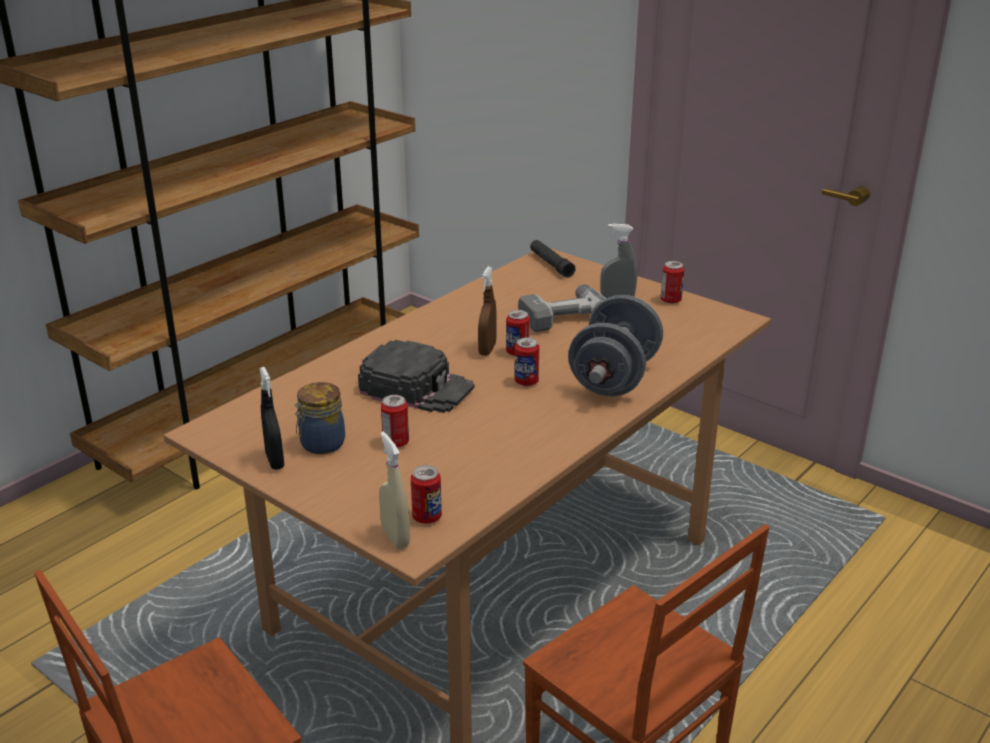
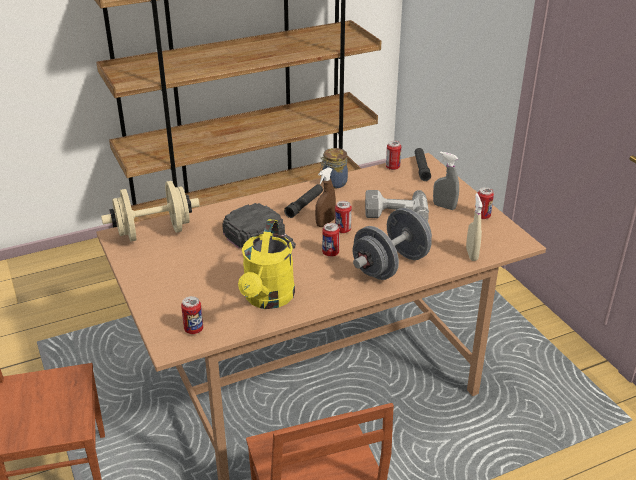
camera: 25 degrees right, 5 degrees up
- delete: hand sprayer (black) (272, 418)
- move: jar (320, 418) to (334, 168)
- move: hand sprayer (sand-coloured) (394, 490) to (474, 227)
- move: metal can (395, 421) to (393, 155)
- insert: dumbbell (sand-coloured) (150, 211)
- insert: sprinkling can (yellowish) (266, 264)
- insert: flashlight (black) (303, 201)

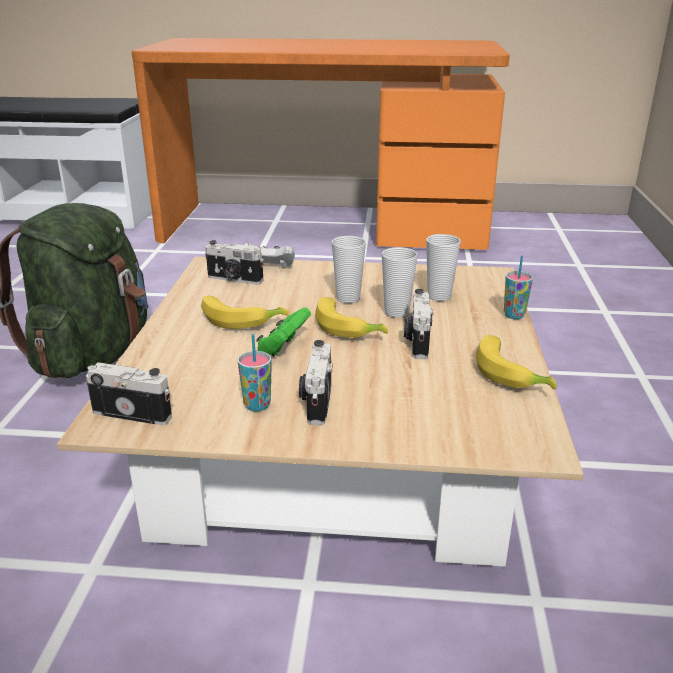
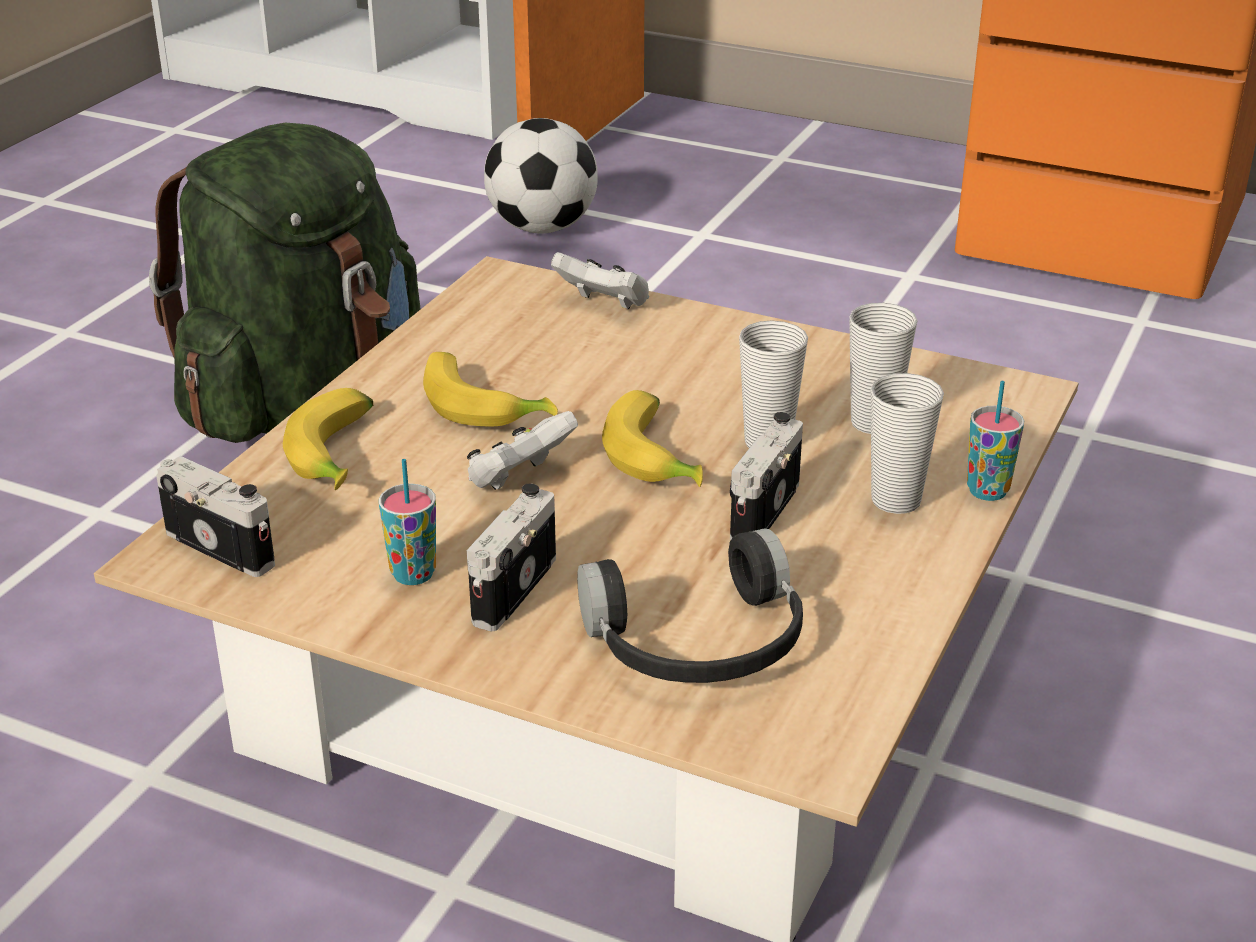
camera: 20 degrees right, 5 degrees up
- delete: photo camera (234, 262)
- recolor: gamepad (greenish) (283, 331) to gamepad (white) (522, 450)
- move: drinking cup (349, 269) to (907, 443)
- move: banana fruit (516, 362) to (328, 439)
- insert: football (541, 176)
- insert: pair of headphones (black) (690, 605)

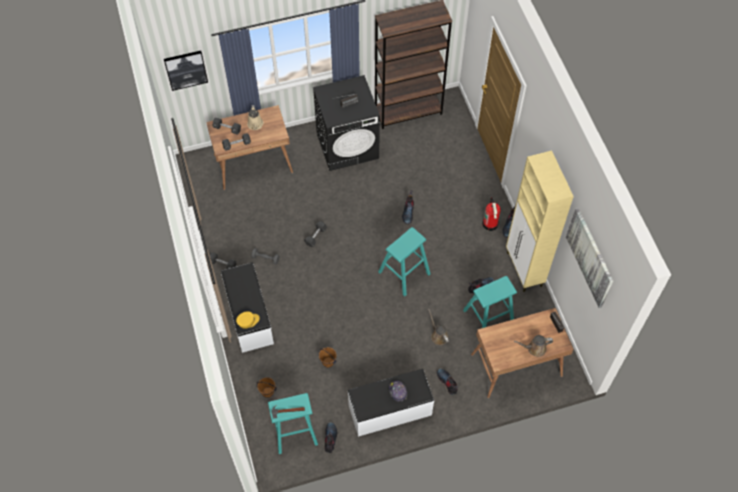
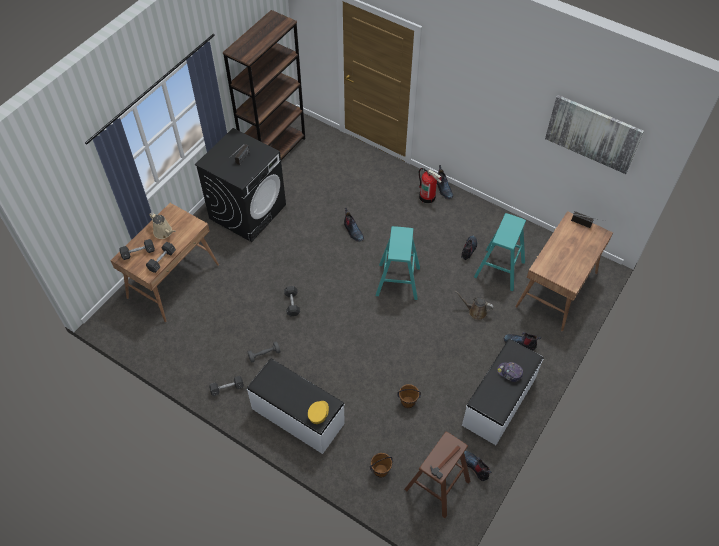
camera: 40 degrees left, 5 degrees down
- delete: wall art (186, 71)
- recolor: sitting stool (turquoise) (293, 423) to sitting stool (brown-coloured) (437, 475)
- delete: cabinet (sand-coloured) (540, 221)
- delete: sprinkling can (brown-coloured) (533, 346)

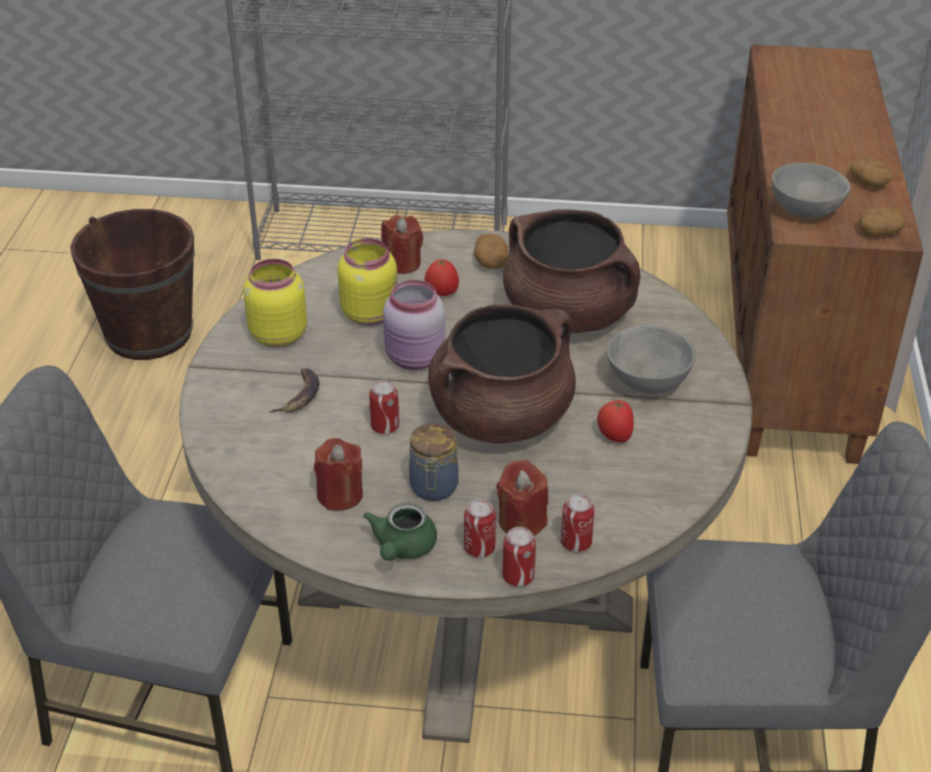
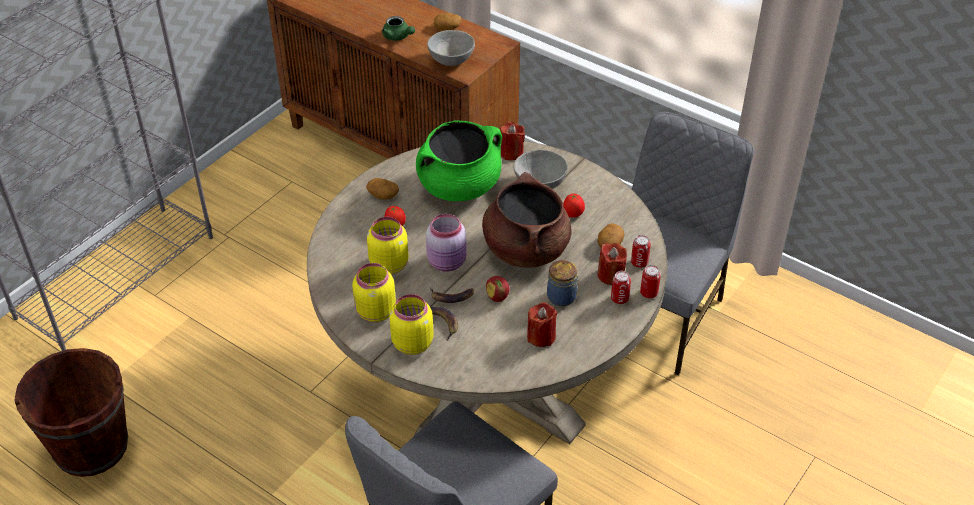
camera: 60 degrees left, 5 degrees up
- move: tea pot (greenish) (400, 532) to (398, 28)
- replace: metal can (384, 407) to whole apple (498, 289)
- move: candle (reddish) (402, 244) to (512, 141)
- recolor: cooking pot (brown-coloured) (571, 271) to cooking pot (greenish) (459, 161)
- move: potato (882, 221) to (610, 235)
- insert: jar (yellowish) (411, 324)
- insert: banana fruit (452, 295)

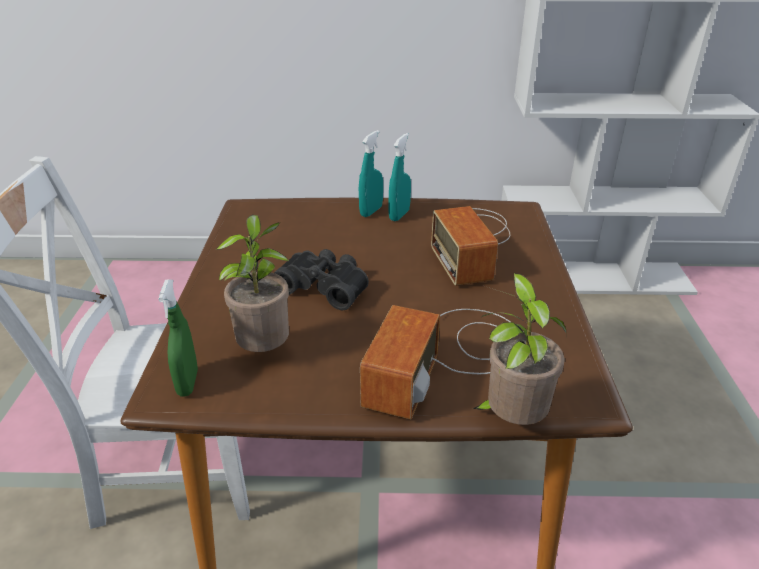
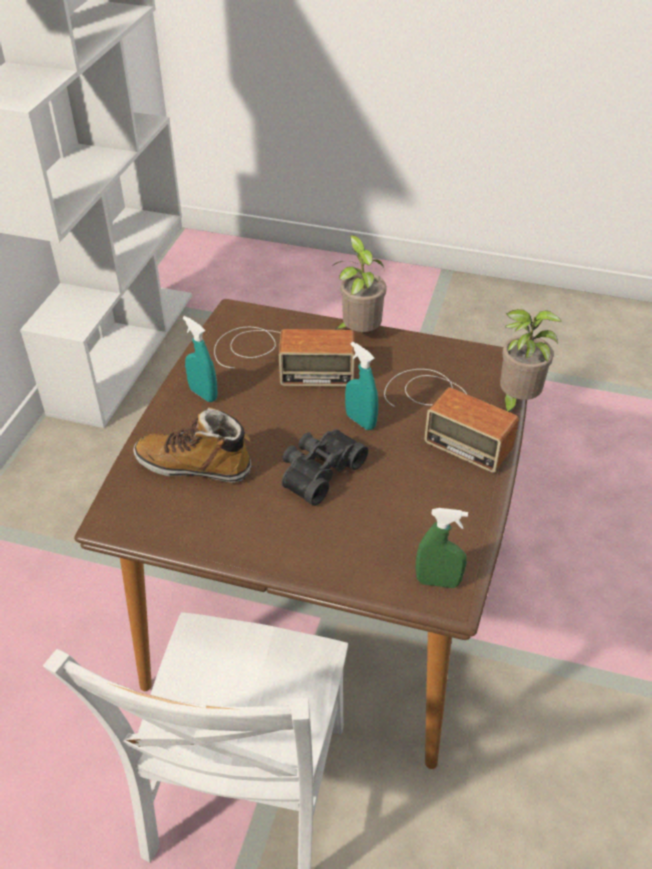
camera: 75 degrees left, 10 degrees up
- move: potted plant (253, 283) to (360, 283)
- move: hand sprayer (turquoise) (371, 173) to (361, 386)
- insert: tall boot (193, 445)

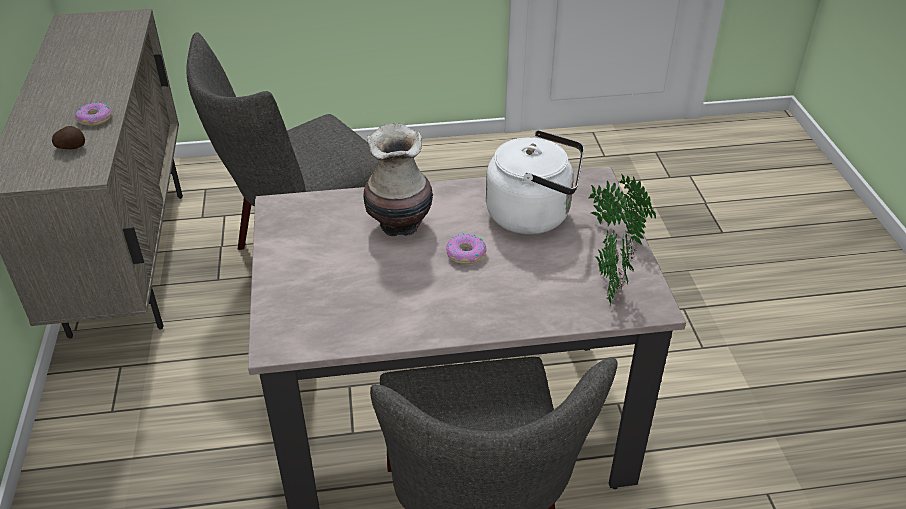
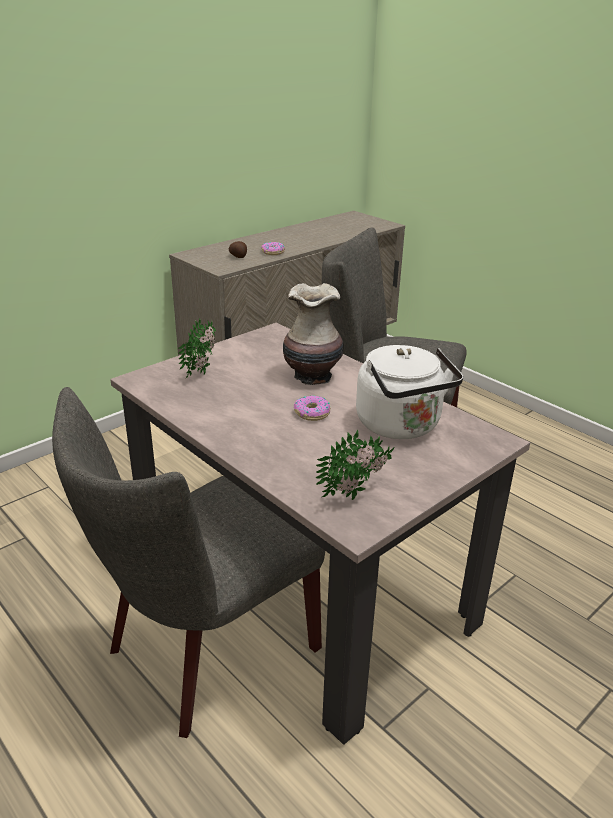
camera: 55 degrees right, 10 degrees down
- move: potted plant (622, 209) to (197, 348)

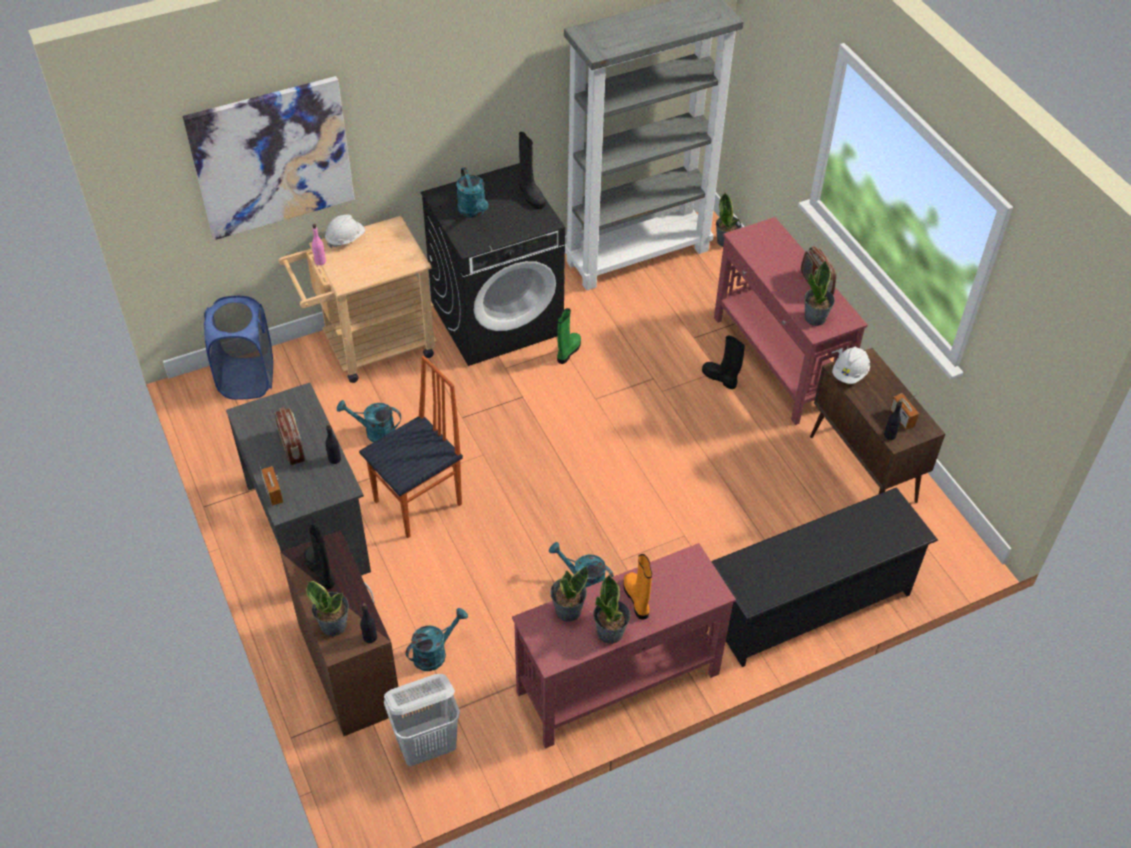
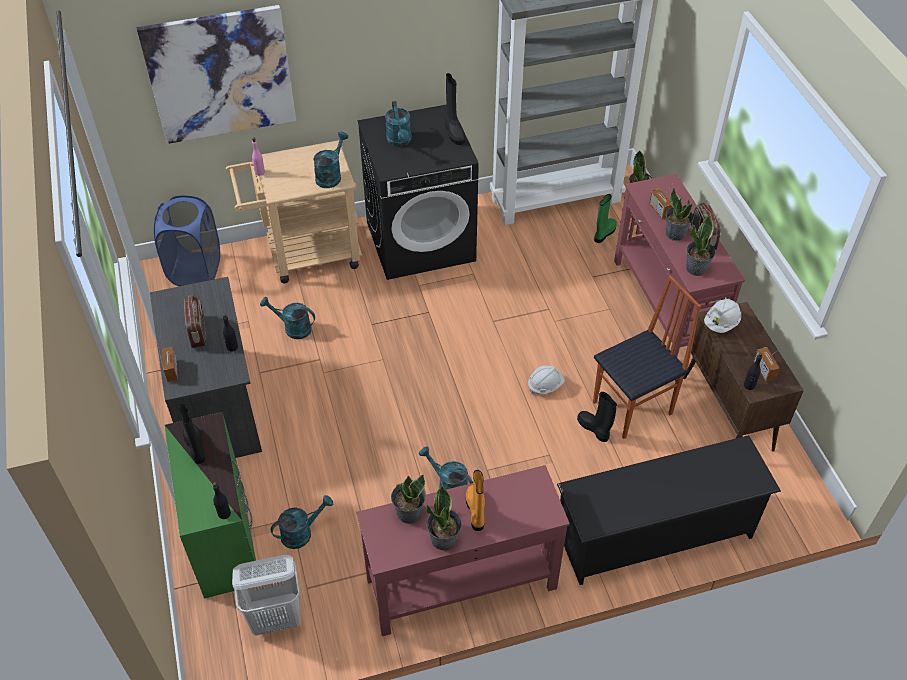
camera: 10 degrees right, 0 degrees up
- recolor: chest of drawers (brown-coloured) (340, 633) to chest of drawers (greenish) (210, 505)
- move: potted plant (327, 608) to (679, 214)
- move: safety helmet (white) (345, 231) to (546, 379)
- move: chair (411, 447) to (647, 357)
- move: tall boot (greenish) (569, 336) to (605, 218)
- move: tall boot (black) (723, 362) to (597, 417)
- insert: sprinkling can (turquoise) (330, 160)
- insert: radio (661, 201)

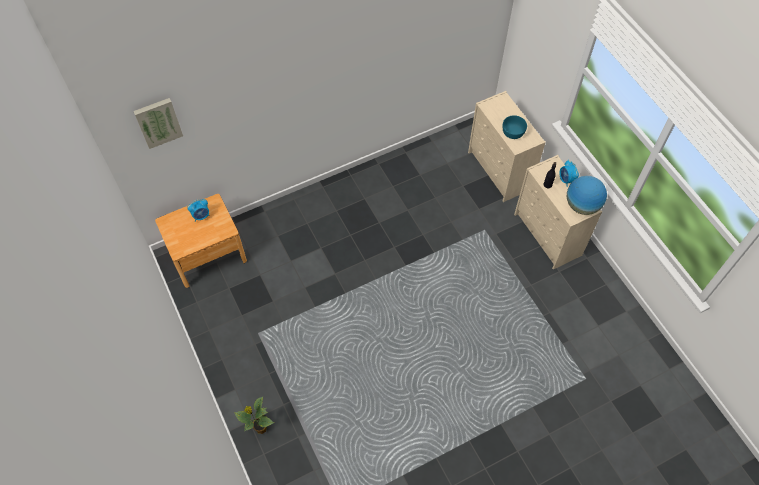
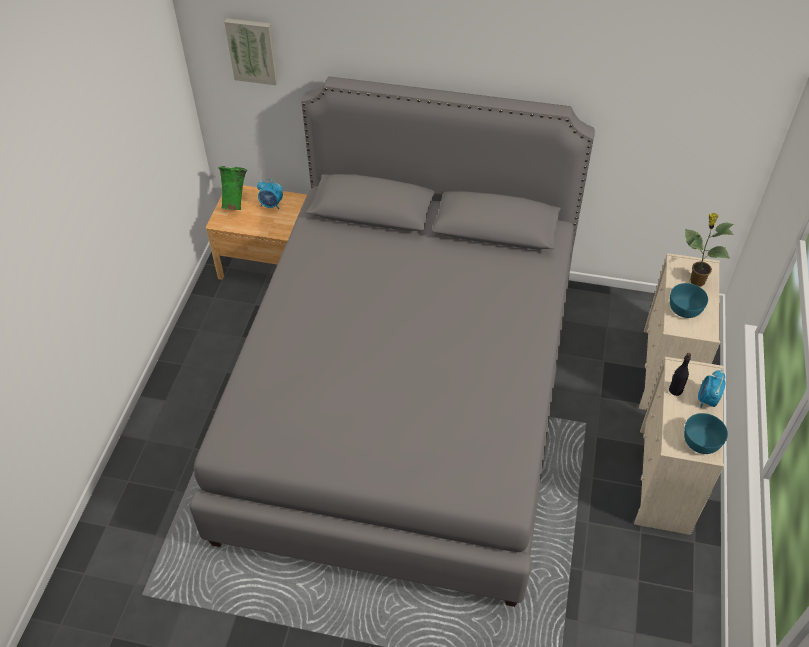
camera: 40 degrees right, 10 degrees down
- move: potted plant (254, 415) to (709, 250)
- replace: desk globe (587, 195) to serving bowl (turquoise) (706, 433)
- insert: bedroom bed (grey) (392, 342)
- insert: decorative vase (greenish) (233, 188)

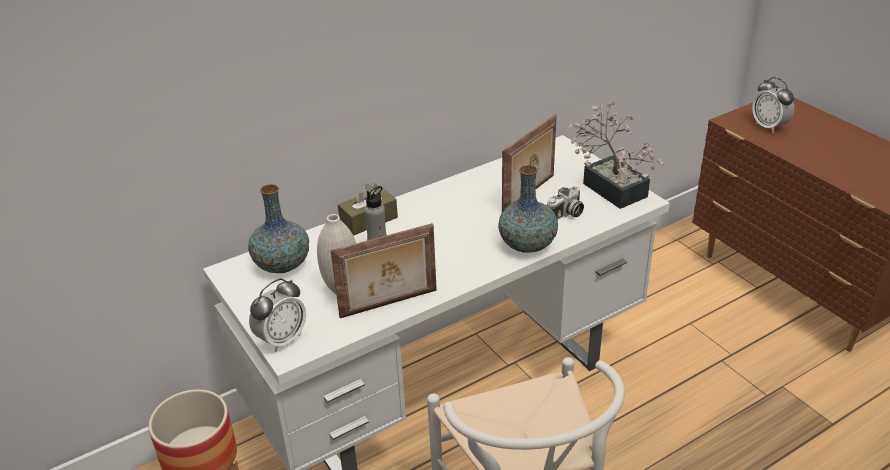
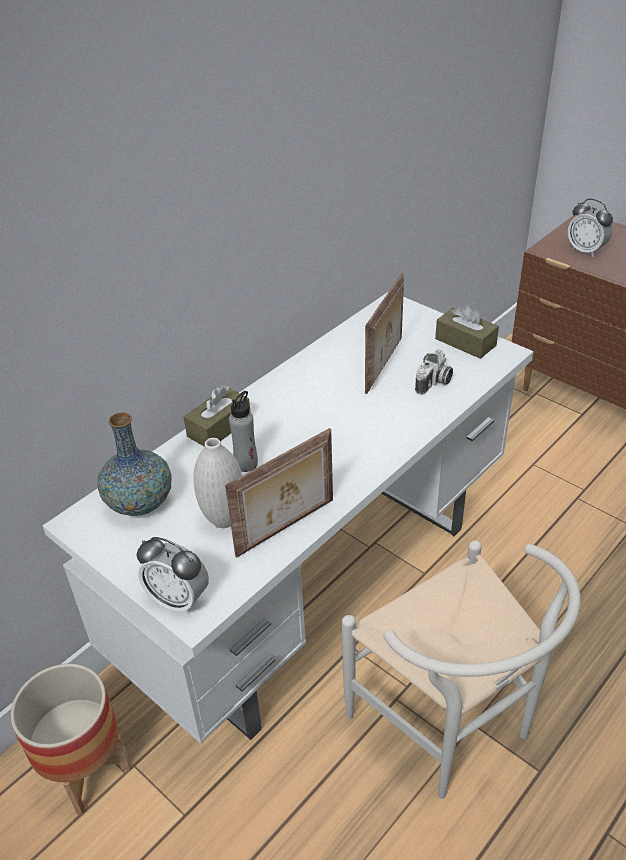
camera: 15 degrees left, 5 degrees up
- rotate: table clock (277, 315) = (173, 576) 90 degrees clockwise
- delete: decorative vase (528, 209)
- replace: potted plant (616, 155) to box of tissues (brown-coloured) (467, 331)

